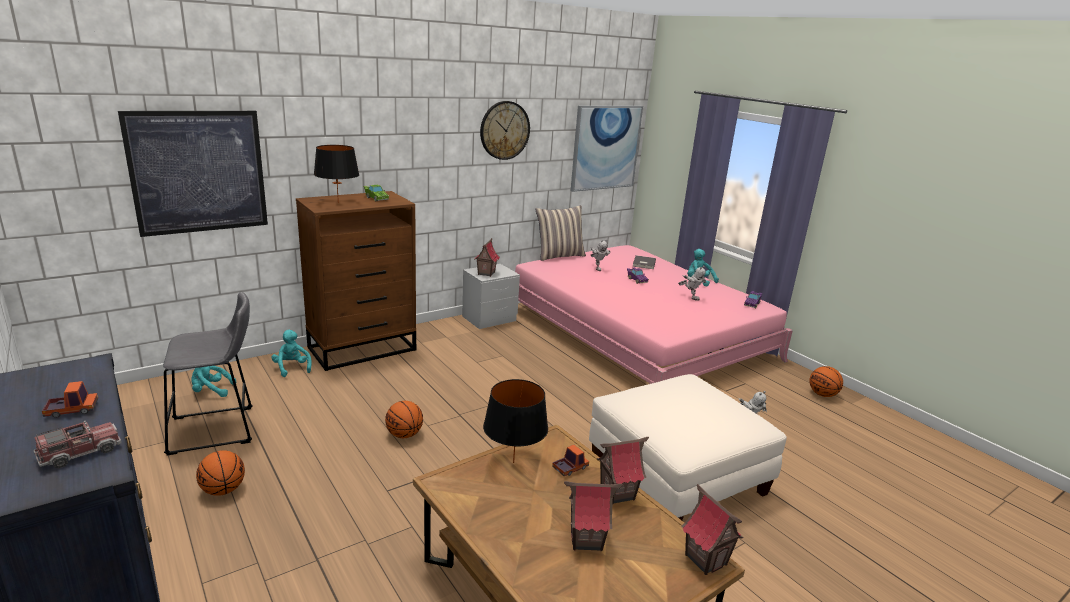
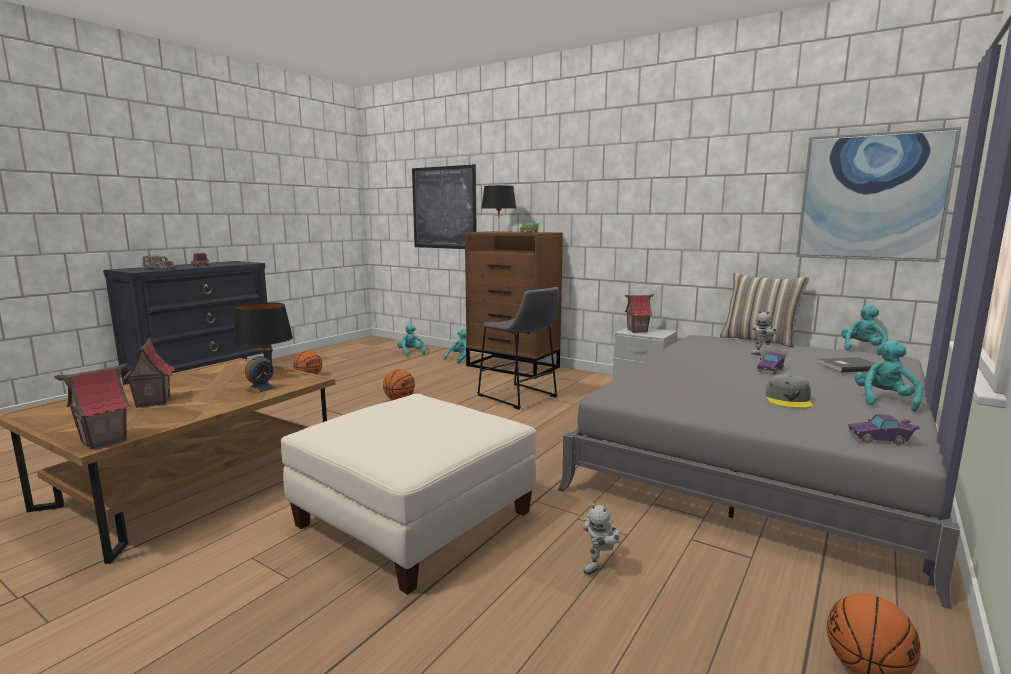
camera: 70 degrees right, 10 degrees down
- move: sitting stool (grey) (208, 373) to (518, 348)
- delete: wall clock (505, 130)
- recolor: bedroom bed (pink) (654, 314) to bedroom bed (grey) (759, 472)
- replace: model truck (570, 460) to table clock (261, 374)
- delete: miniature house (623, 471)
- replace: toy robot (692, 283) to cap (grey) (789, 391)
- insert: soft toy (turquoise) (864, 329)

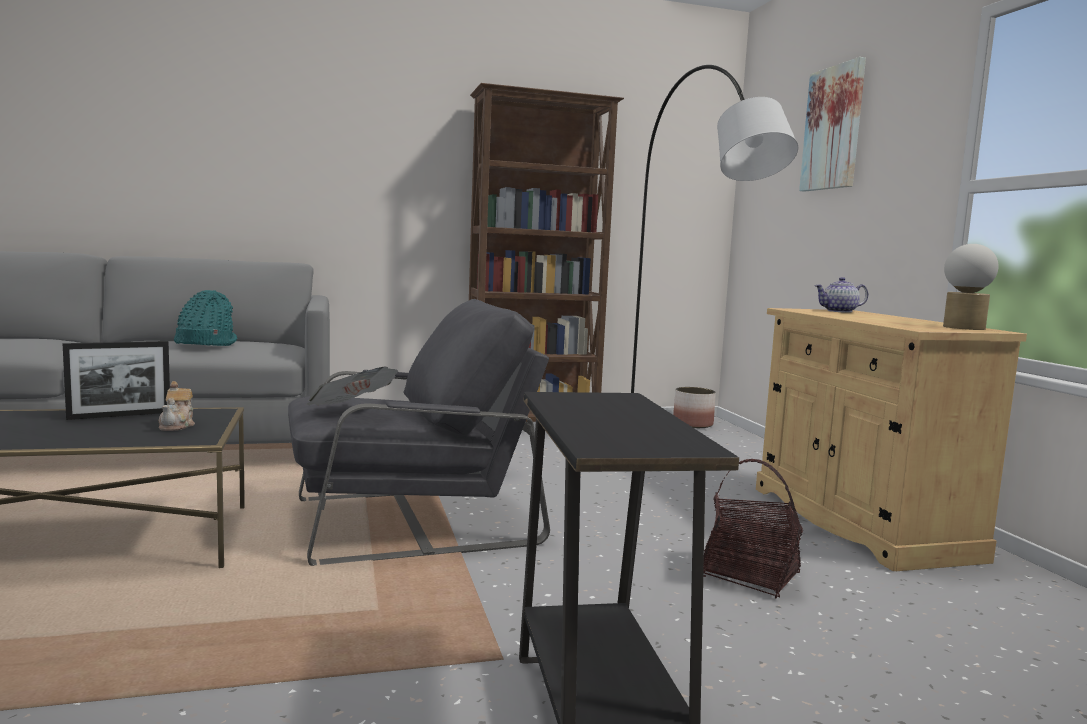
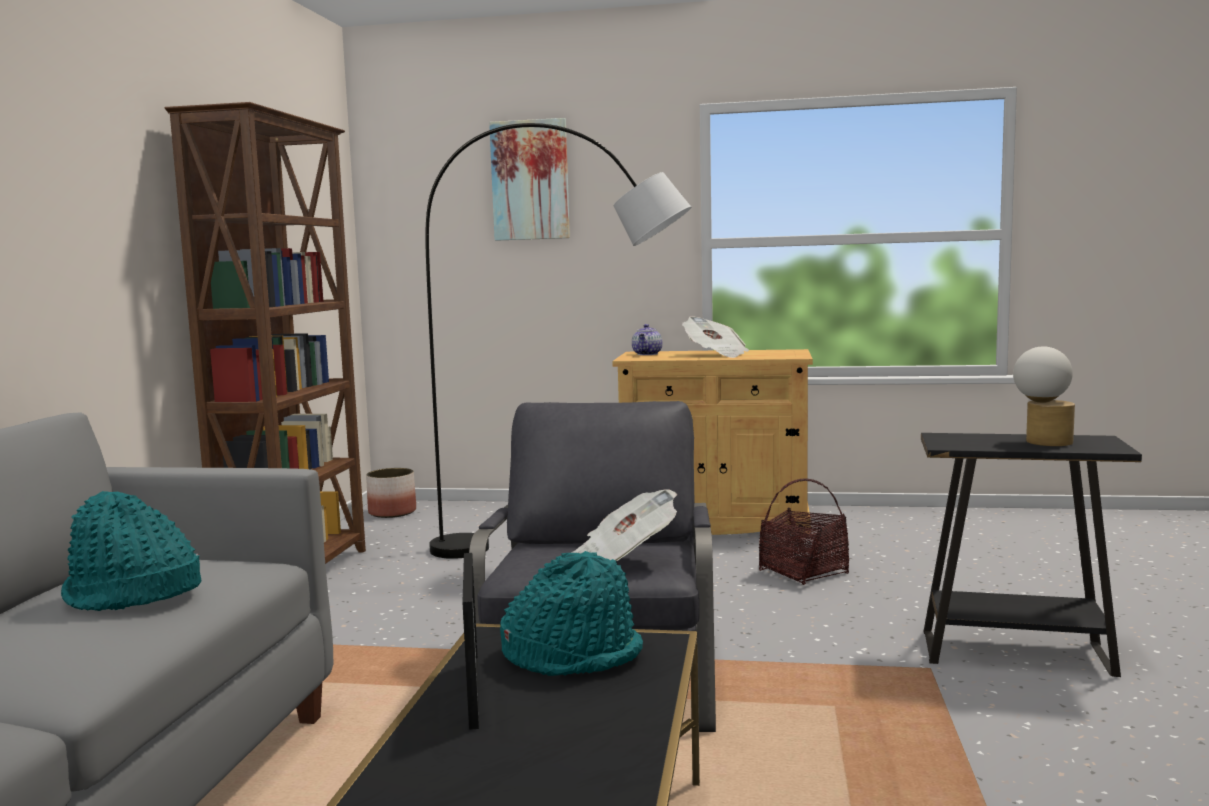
camera: 65 degrees left, 0 degrees up
- replace: tea pot (176, 406) to clothing hat (turquoise) (571, 613)
- move: table lamp (971, 287) to (1044, 396)
- insert: daily paper (715, 337)

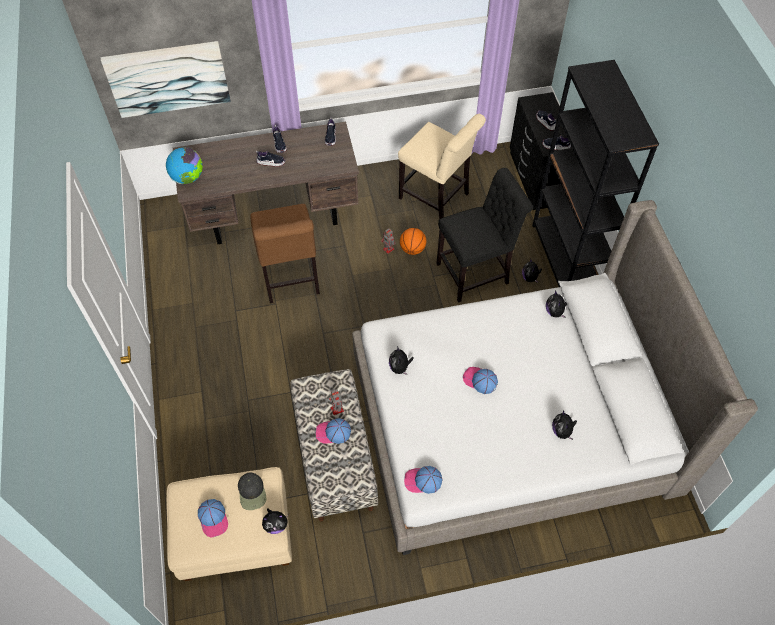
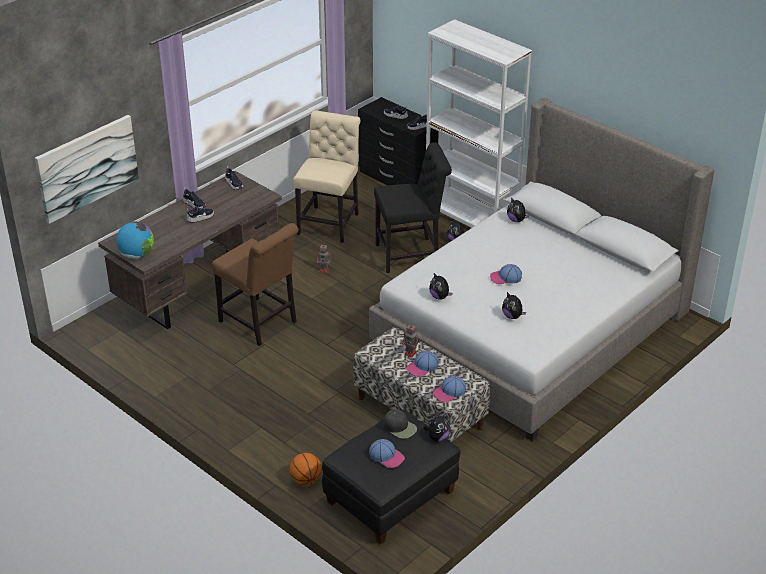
camera: 35 degrees left, 20 degrees down
- recolor: footrest (sand-coloured) (229, 524) to footrest (black) (391, 476)
- rotate: chair (sand-coloured) (442, 166) = (326, 176) 75 degrees counterclockwise
- move: basketball ball (413, 241) to (305, 469)
- move: cap (423, 480) to (449, 389)
- rotate: chair (black) (484, 235) = (413, 207) 45 degrees clockwise
- recolor: shelving unit (black) (595, 173) to shelving unit (white) (479, 123)
- move: soft toy (564, 425) to (514, 305)

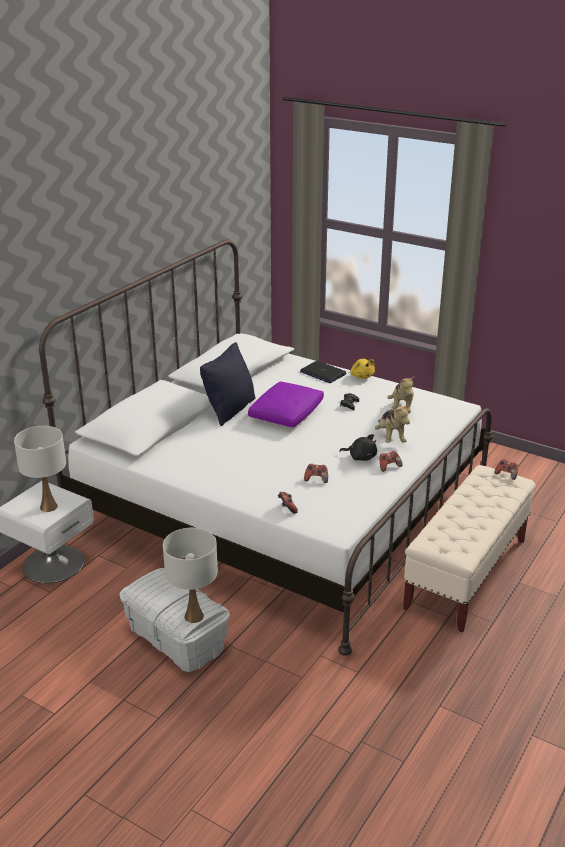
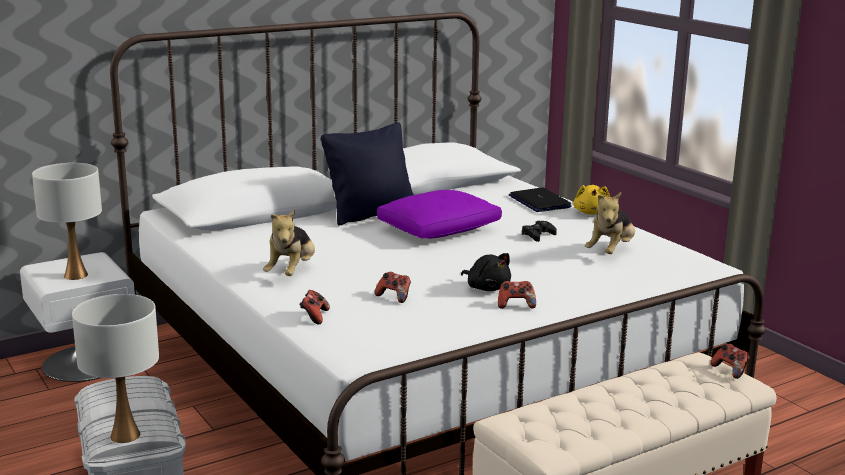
camera: 25 degrees right, 10 degrees down
- move: soft toy (392, 422) to (289, 243)

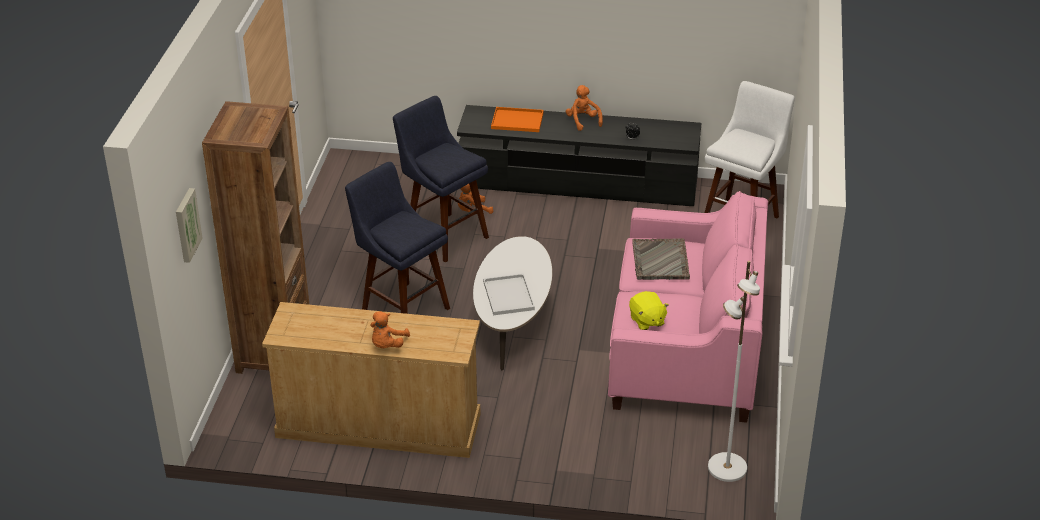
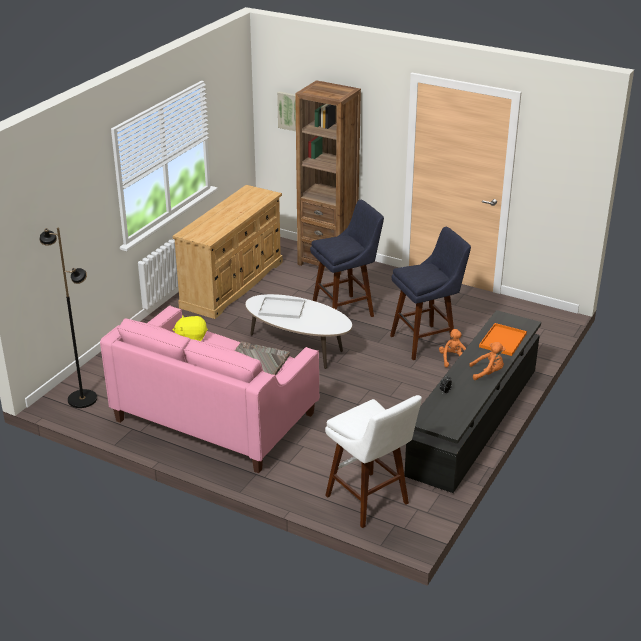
camera: 110 degrees right, 5 degrees down
- delete: soft toy (orangey) (390, 329)
- recolor: floor lamp (white) (734, 371) to floor lamp (black) (68, 318)

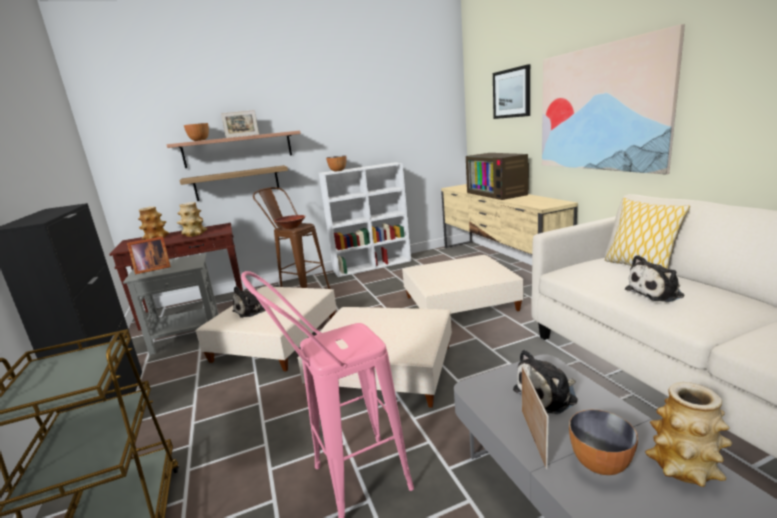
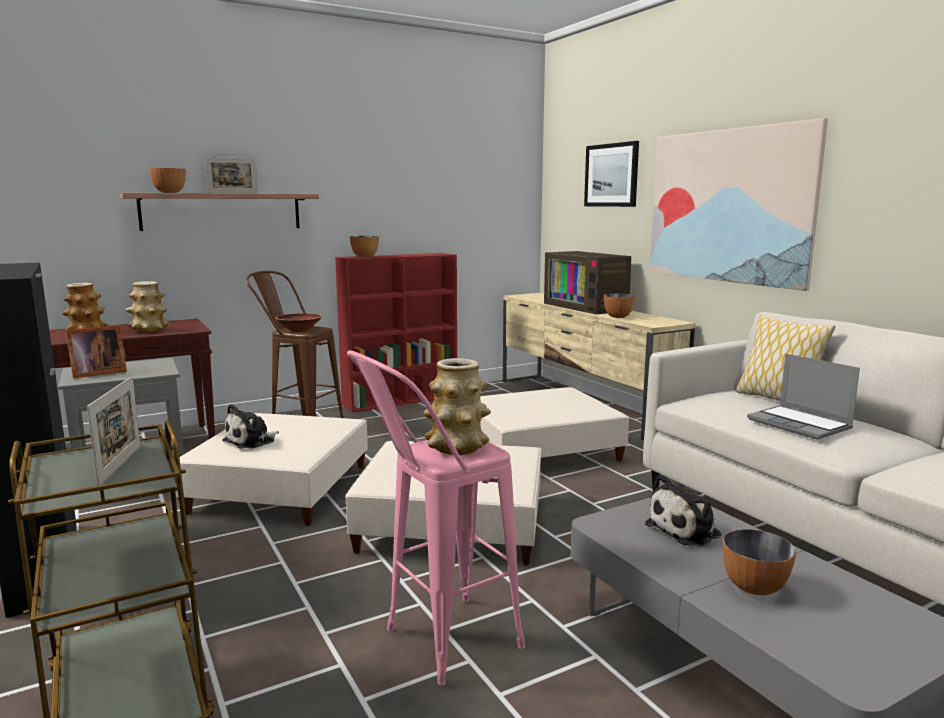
camera: 10 degrees left, 5 degrees down
- delete: bracket shelf (234, 183)
- recolor: shelving unit (white) (365, 219) to shelving unit (reddish) (396, 333)
- move: picture frame (535, 417) to (114, 431)
- replace: soft toy (654, 278) to notebook computer (803, 397)
- move: decorative vase (688, 434) to (457, 406)
- insert: serving bowl (619, 306)

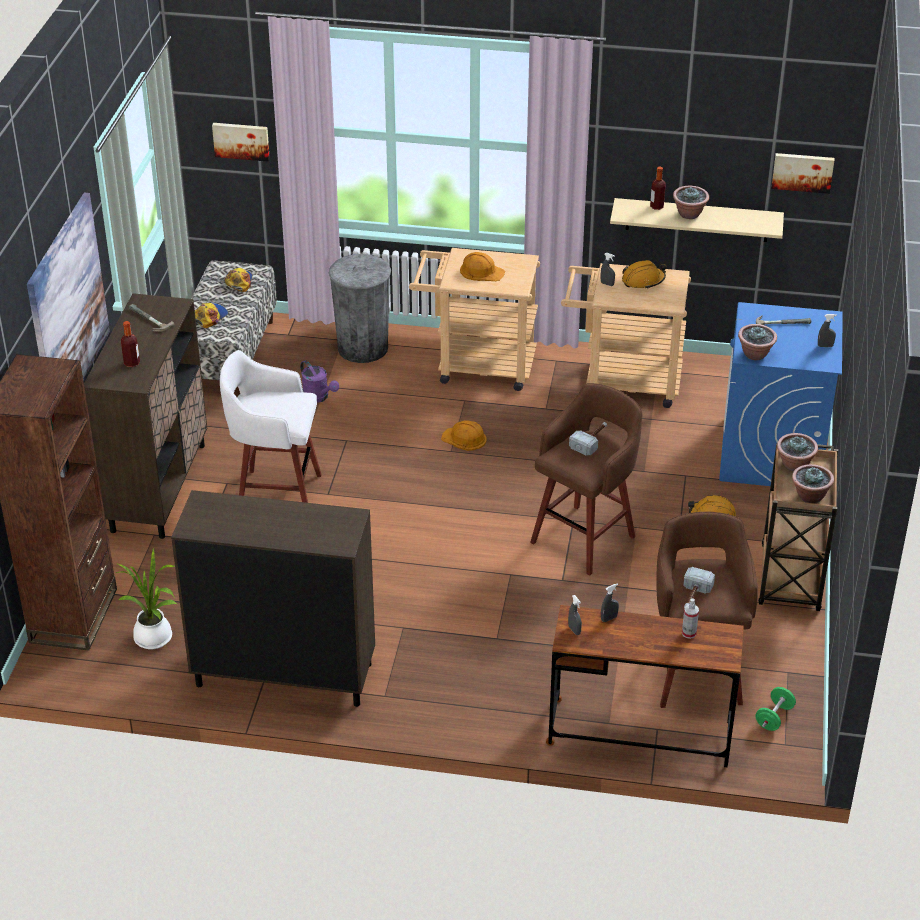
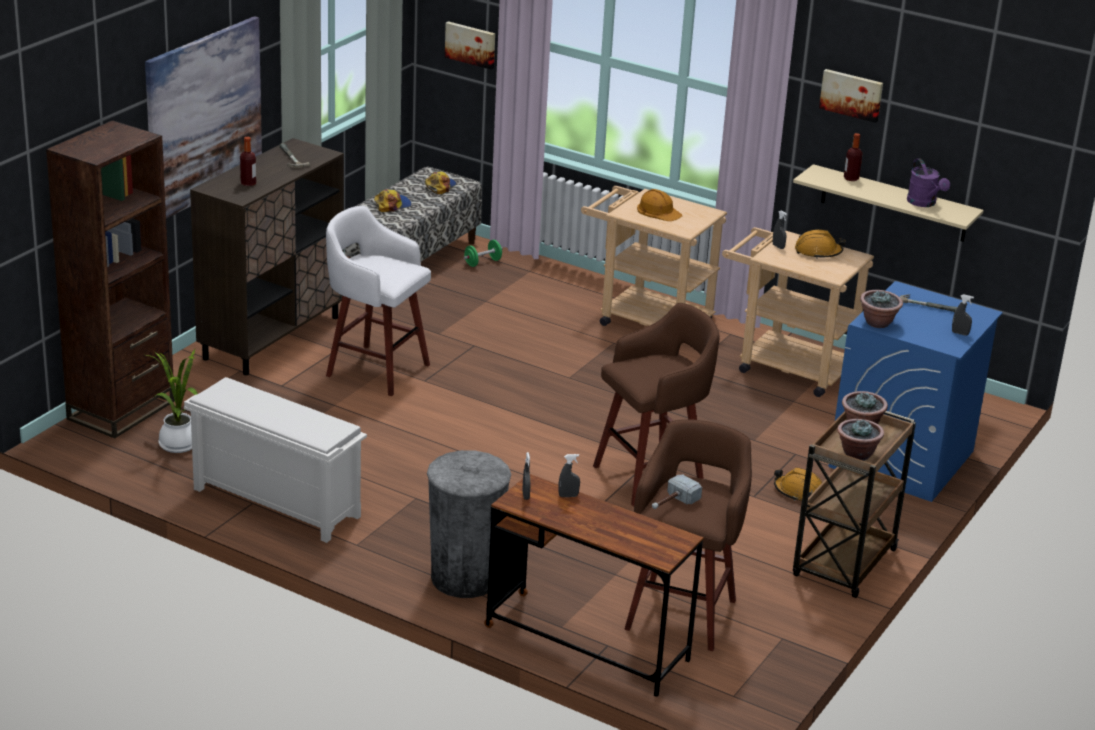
camera: 20 degrees right, 10 degrees down
- replace: cabinet (brown-coloured) (273, 598) to shoe rack (white) (275, 460)
- move: sprinkling can (purple) (319, 381) to (928, 183)
- move: rubbish bin (grey) (360, 308) to (469, 524)
- delete: safety helmet (orangey) (464, 435)
- delete: hammer (588, 439)
- delete: potted plant (691, 202)
- delete: hand sprayer (690, 619)
- move: dumbbell (greenish) (775, 709) to (483, 253)
- move: wall art (803, 173) to (851, 96)

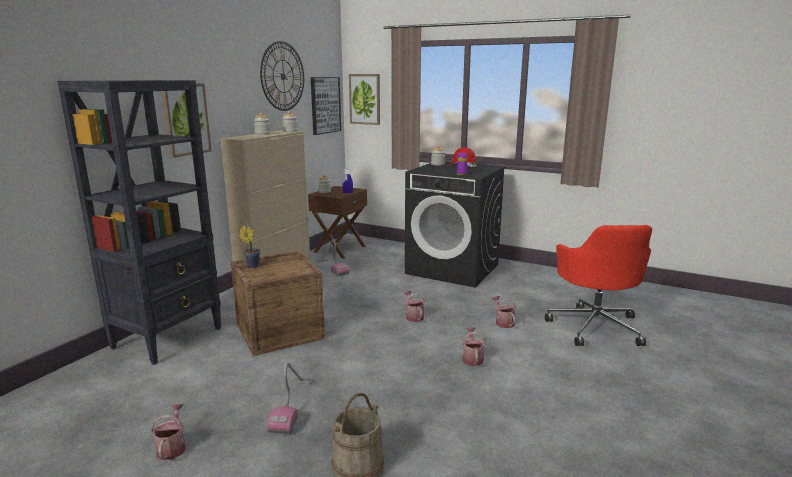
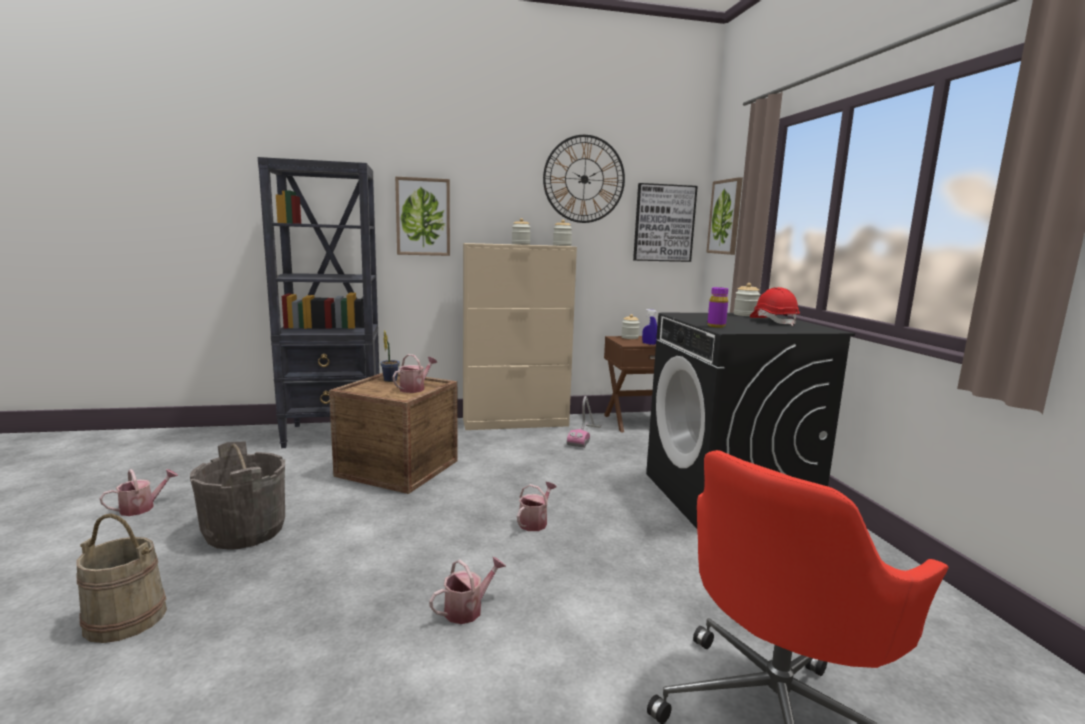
camera: 50 degrees right, 5 degrees down
- replace: vacuum (290, 397) to pail (grey) (237, 495)
- move: sprinkling can (504, 312) to (414, 373)

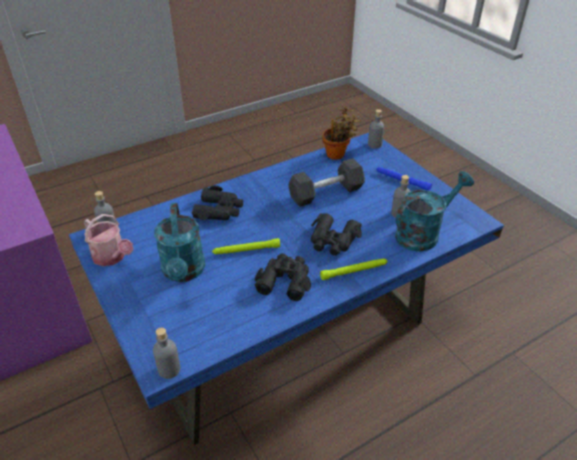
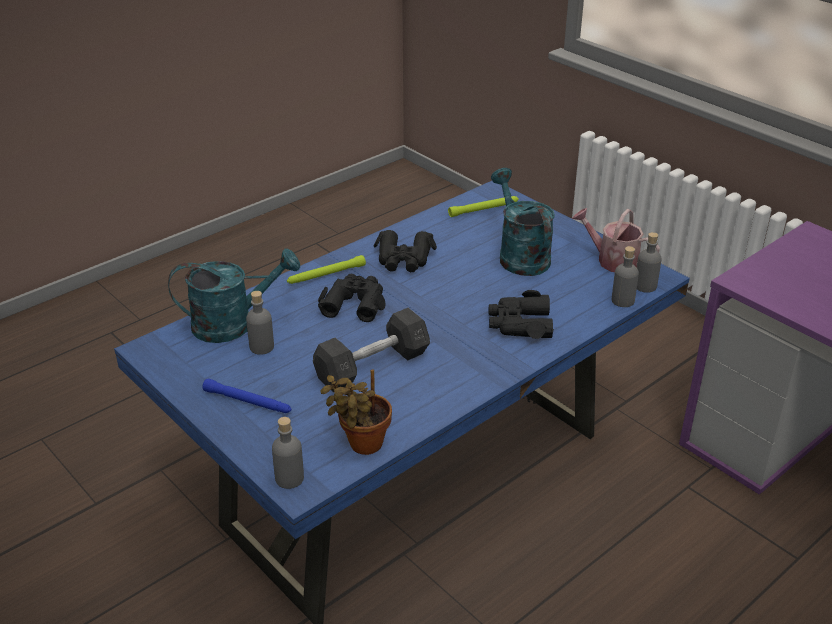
camera: 170 degrees right, 5 degrees down
- move: beverage bottle (grey) (166, 353) to (625, 276)
- move: flashlight (greenish) (246, 246) to (483, 206)
- rotate: sprinkling can (turquoise) (434, 211) = (234, 296) 150 degrees counterclockwise

